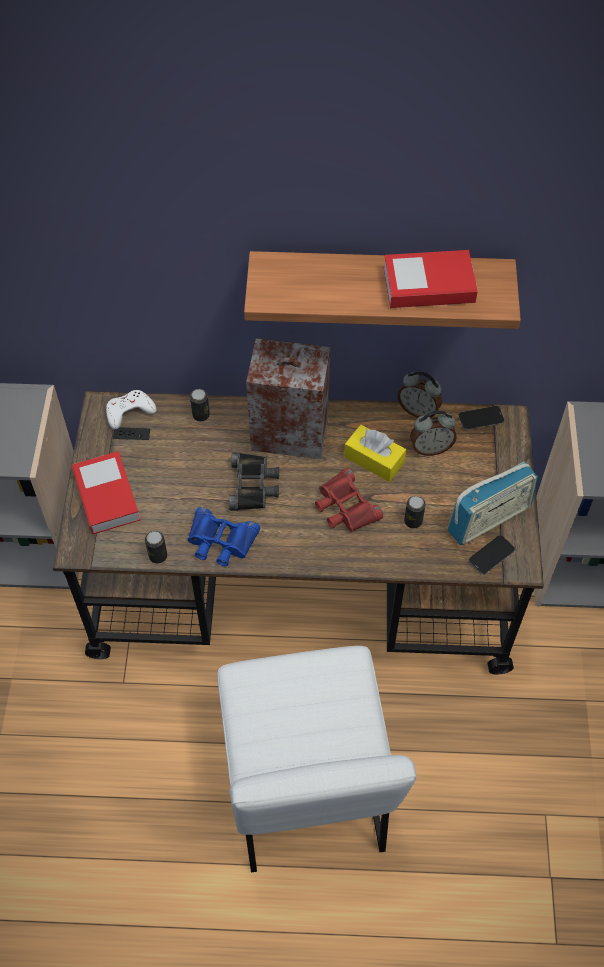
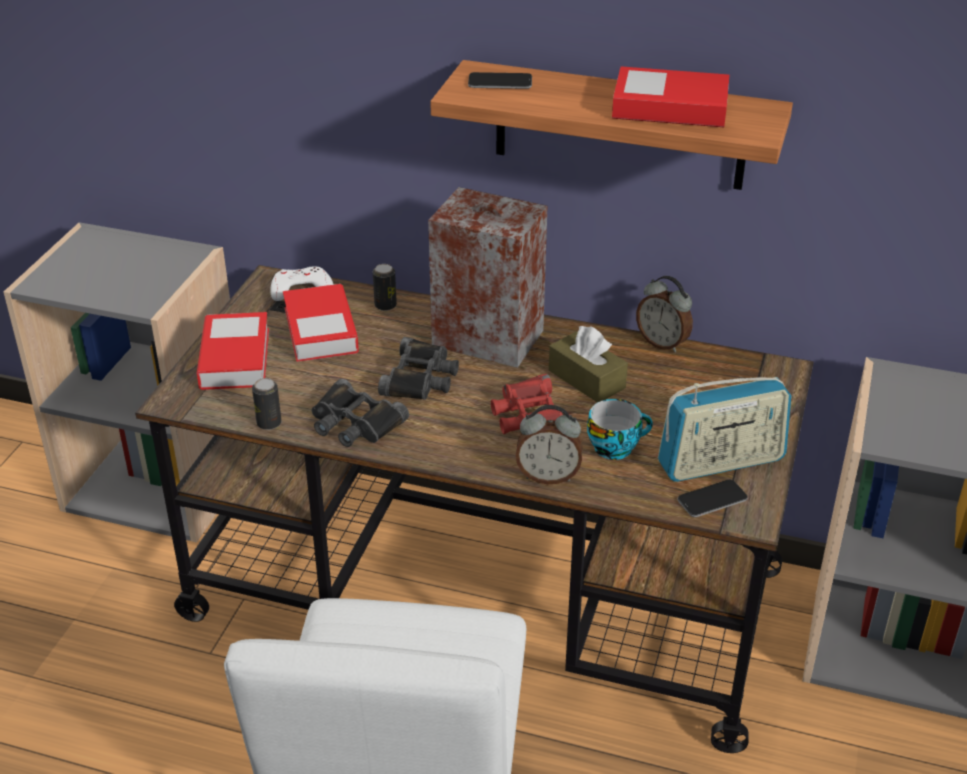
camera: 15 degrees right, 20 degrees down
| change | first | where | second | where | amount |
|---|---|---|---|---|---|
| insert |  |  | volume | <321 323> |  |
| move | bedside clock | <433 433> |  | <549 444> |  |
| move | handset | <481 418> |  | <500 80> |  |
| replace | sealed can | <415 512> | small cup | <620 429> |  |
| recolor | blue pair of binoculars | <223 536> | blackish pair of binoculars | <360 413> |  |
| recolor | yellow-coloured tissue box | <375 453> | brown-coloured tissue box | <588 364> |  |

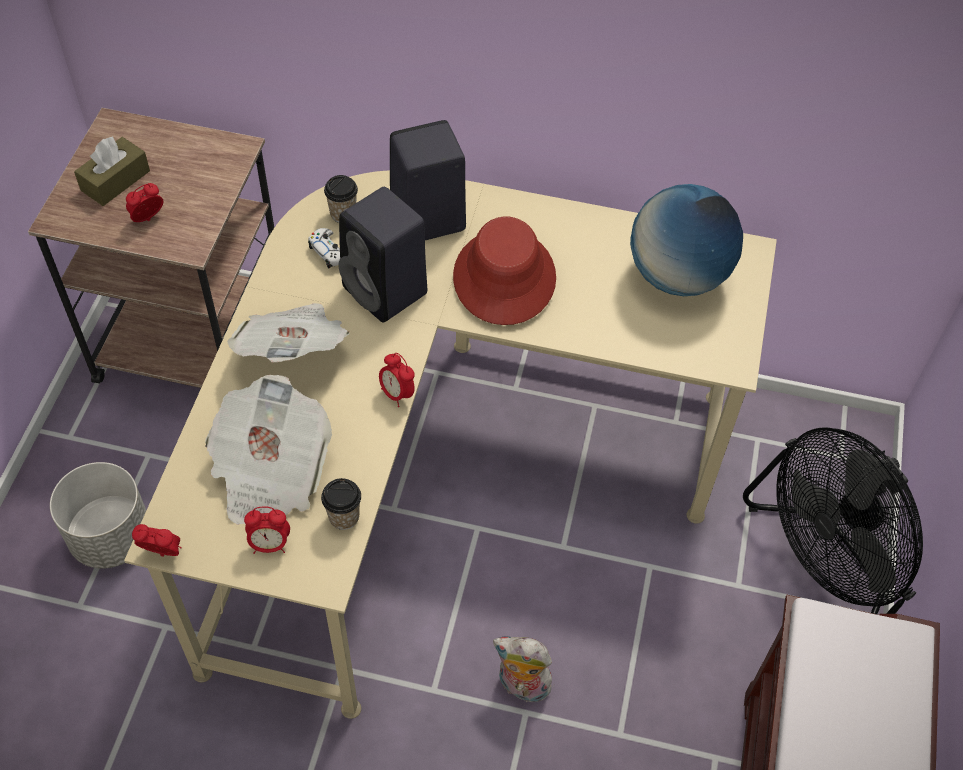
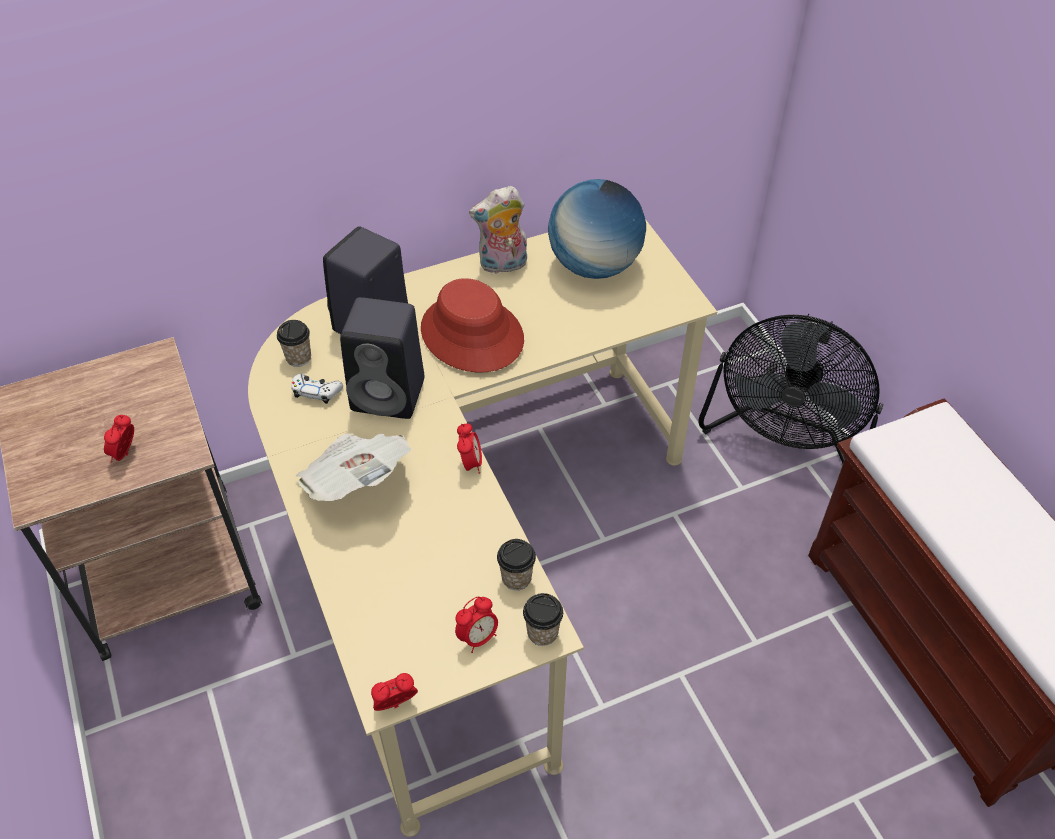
camera: 35 degrees left, 5 degrees down
| change | first | where | second | where | amount |
|---|---|---|---|---|---|
| delete | grey flower pot | <98 515> |  |  |  |
| delete | brown-coloured tissue box | <112 171> |  |  |  |
| delete | daily paper | <268 450> |  |  |  |
| insert |  |  | small cup | <543 619> |  |
| move | plush toy | <523 671> |  | <498 230> |  |
| rotate | bedside clock | <397 380> |  | <469 449> | 105 degrees counterclockwise |

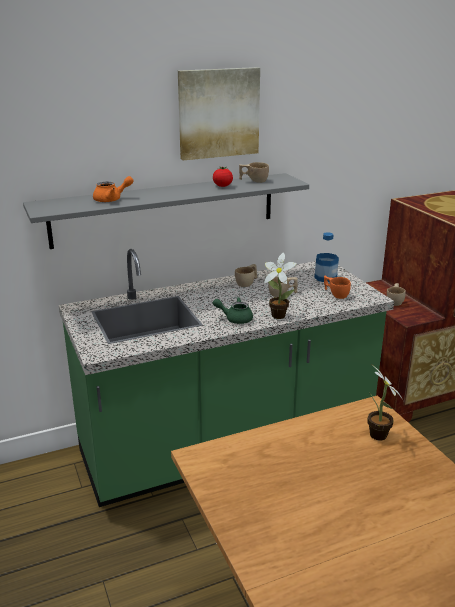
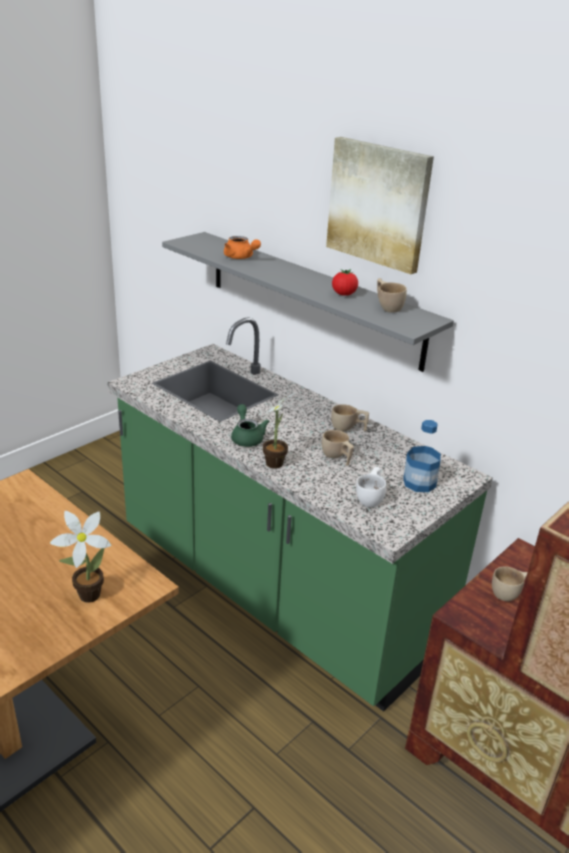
camera: 65 degrees right, 5 degrees up
| change | first | where | second | where | amount |
|---|---|---|---|---|---|
| recolor | orangey small cup | <337 287> | whitish small cup | <371 487> |  |

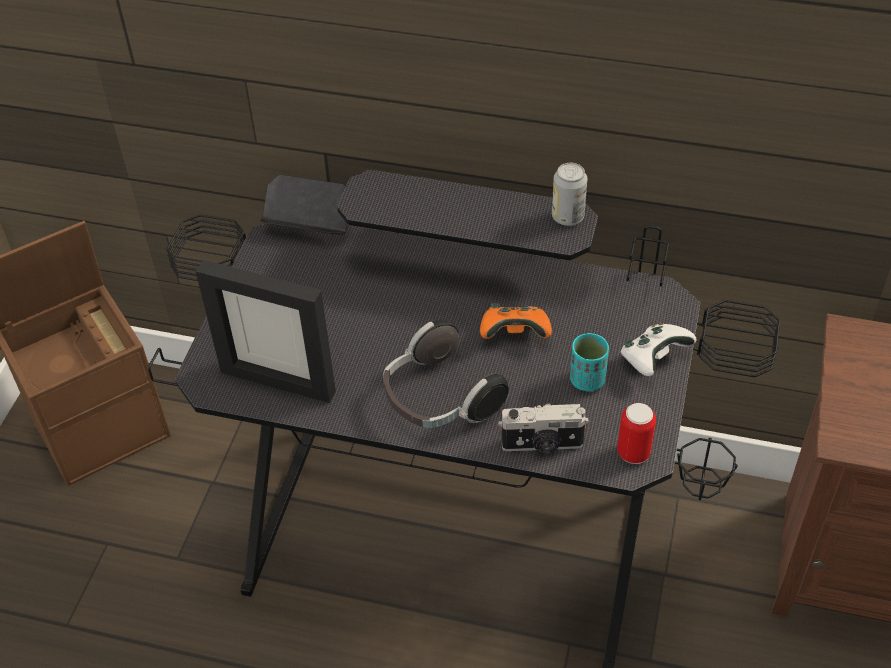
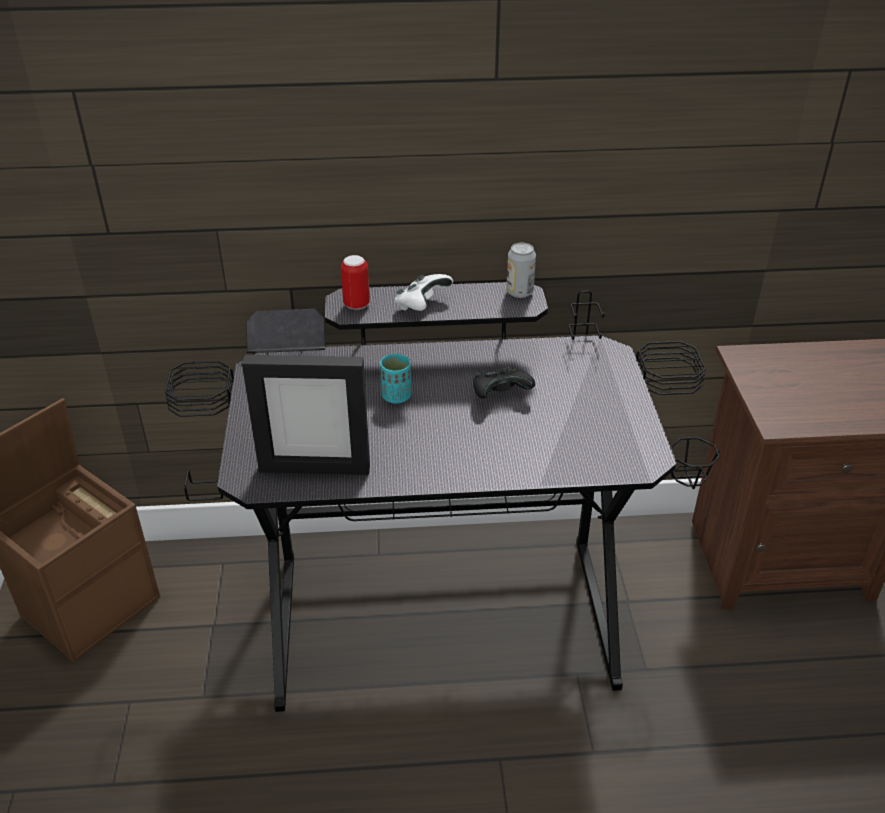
camera: 20 degrees left, 10 degrees down
| change | first | where | second | where | amount |
|---|---|---|---|---|---|
| delete | headphones | <446 374> |  |  |  |
| delete | photo camera | <543 428> |  |  |  |
| move | turquoise-coloured small cup | <589 362> |  | <395 379> |  |
| move | sealed can | <636 433> |  | <355 282> |  |
| move | whitish joypad | <658 349> |  | <423 292> |  |
| recolor | orangey joypad | <516 321> | blackish joypad | <504 383> |  |

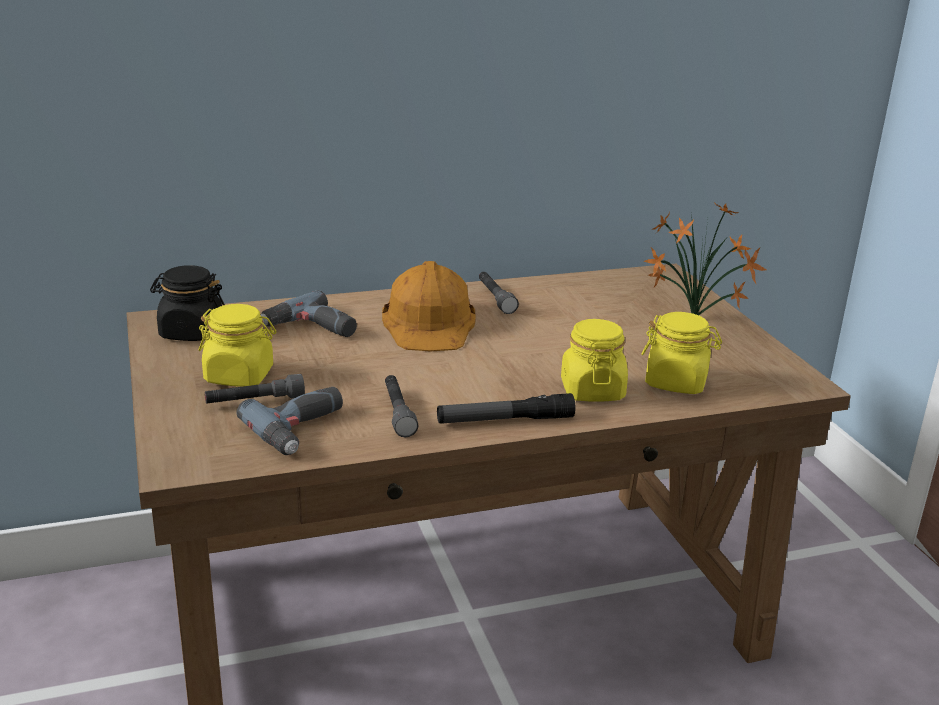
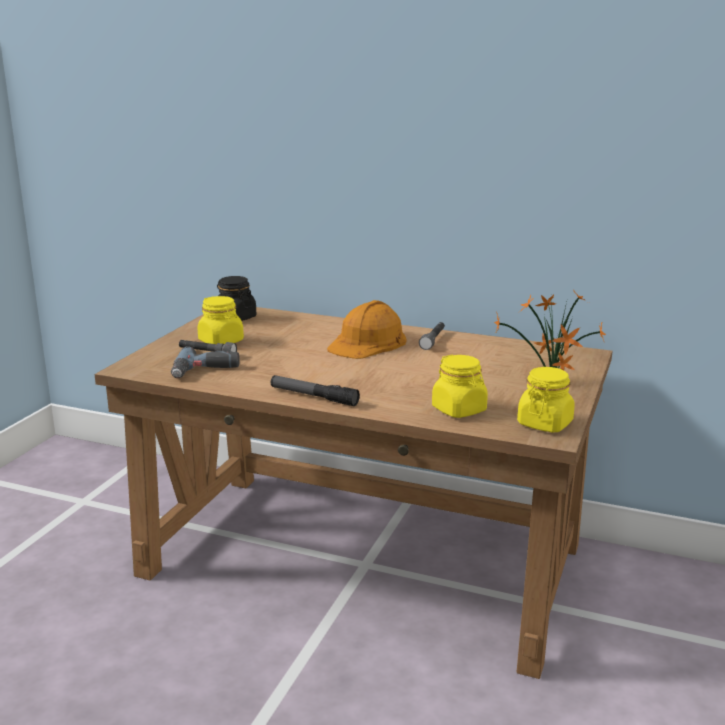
camera: 40 degrees right, 5 degrees down
| change | first | where | second | where | amount |
|---|---|---|---|---|---|
| delete | power drill | <309 313> |  |  |  |
| delete | grey flashlight | <401 406> |  |  |  |
| move | yellow-coloured storage jar | <594 360> |  | <546 400> |  |

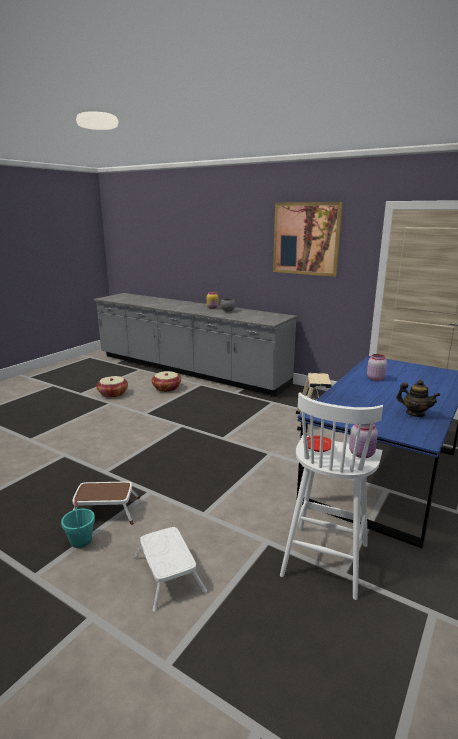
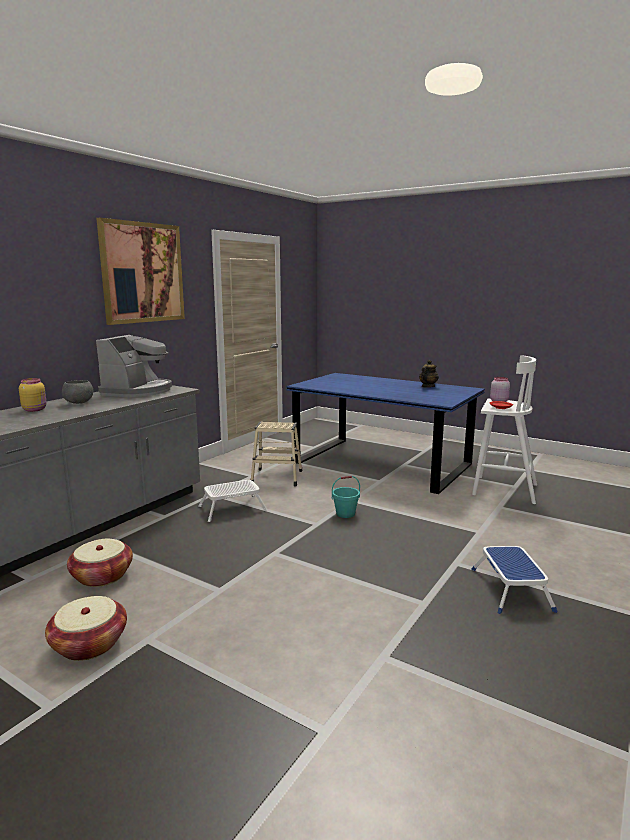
camera: 90 degrees left, 5 degrees down
| change | first | where | second | where | amount |
|---|---|---|---|---|---|
| delete | pink storage jar | <377 367> |  |  |  |
| insert |  |  | coffee machine | <134 366> |  |
| move | turquoise-coloured bucket | <78 523> |  | <346 497> |  |
| move | whitish step ladder | <170 569> |  | <233 501> |  |
| recolor | brown-coloured step ladder | <106 503> | blue step ladder | <514 580> |  |

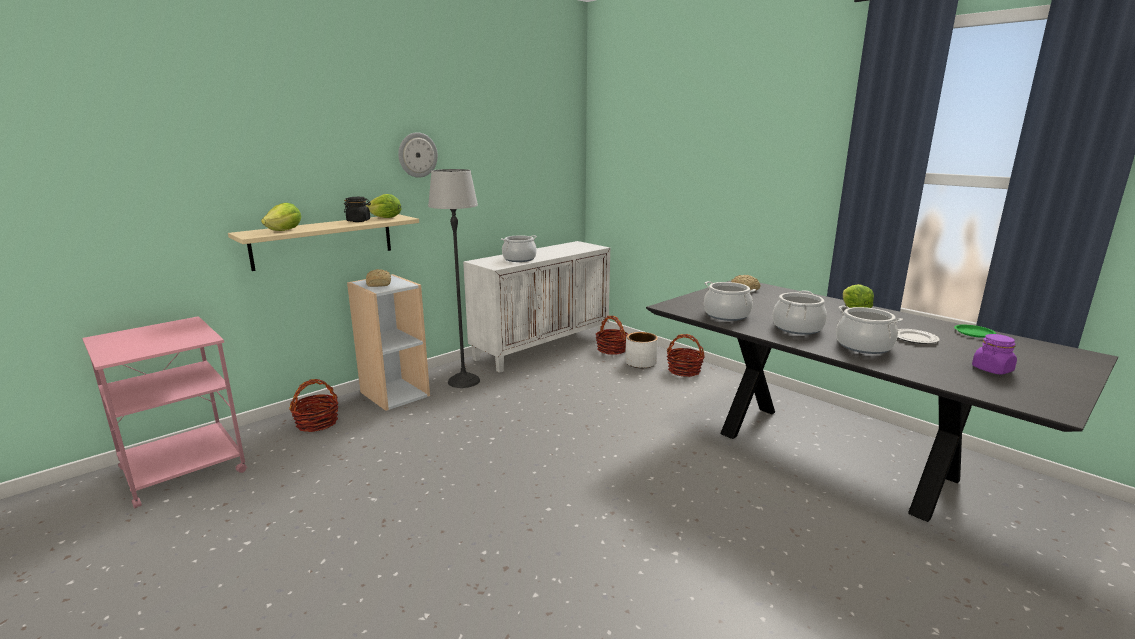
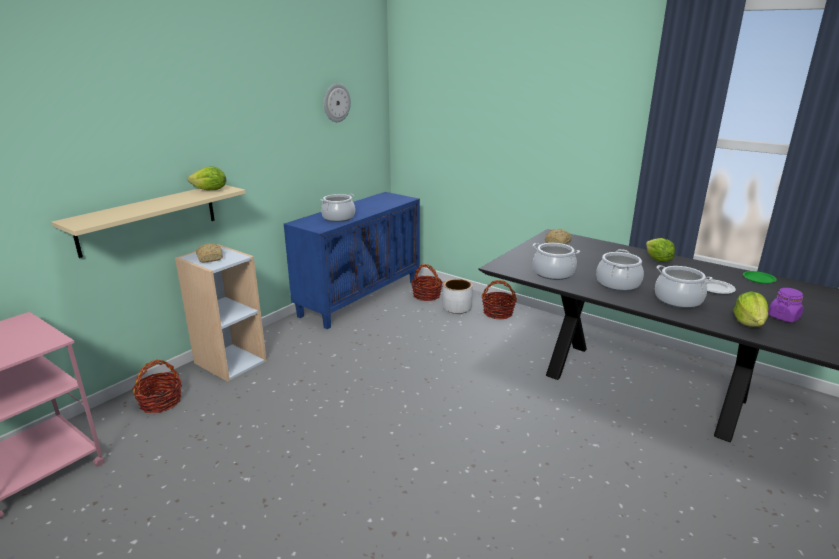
camera: 10 degrees left, 5 degrees up
| change | first | where | second | where | amount |
|---|---|---|---|---|---|
| delete | blackish storage jar | <357 209> |  |  |  |
| delete | standard lamp | <454 278> |  |  |  |
| move | lettuce | <281 217> |  | <750 309> |  |
| move | clock on the wall | <418 155> |  | <337 102> |  |
| recolor | whitish cabinet | <536 307> | blue cabinet | <352 260> |  |

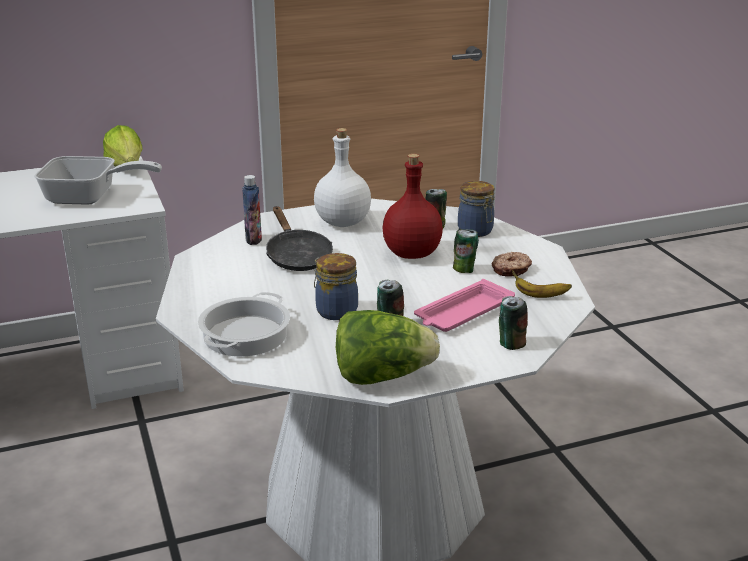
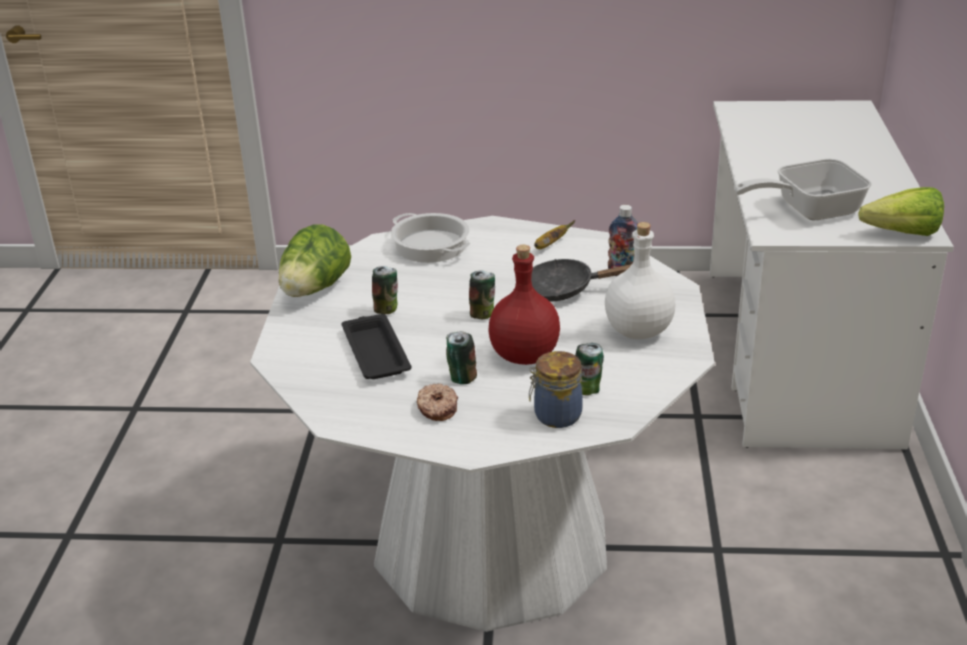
camera: 115 degrees right, 5 degrees up
| change | first | where | second | where | amount |
|---|---|---|---|---|---|
| delete | storage jar | <336 286> |  |  |  |
| move | sealed can | <513 323> |  | <482 294> |  |
| move | banana | <542 284> |  | <554 234> |  |
| recolor | pink tray | <464 305> | blackish tray | <376 346> |  |
| rotate | skillet | <98 180> |  | <802 189> | 45 degrees clockwise |

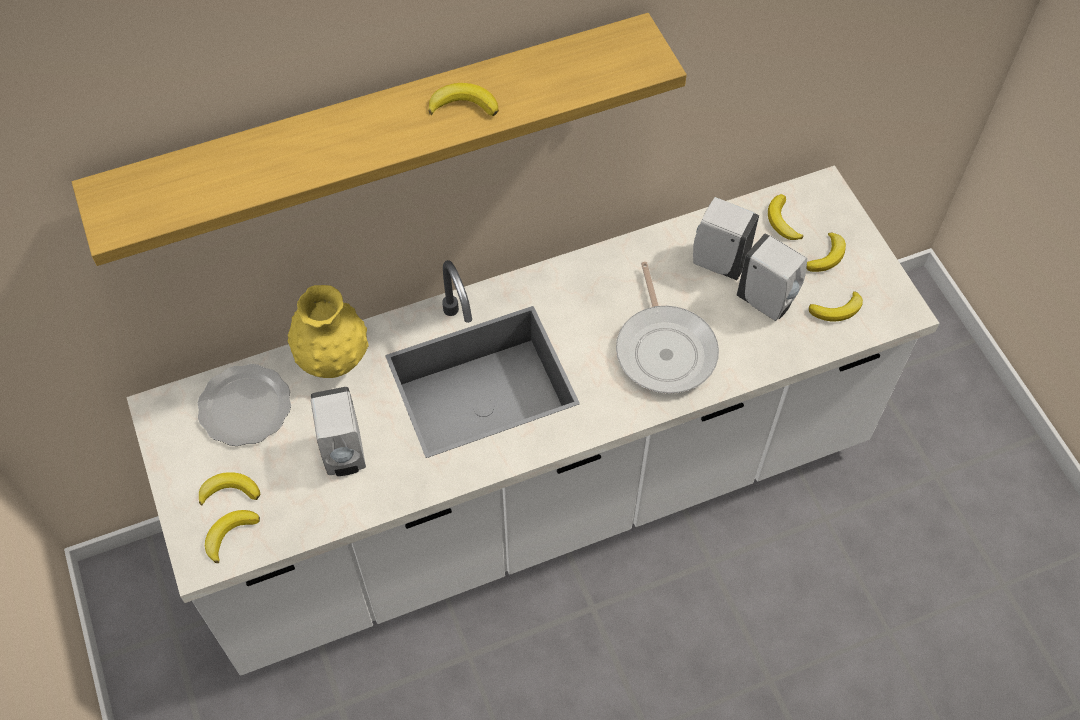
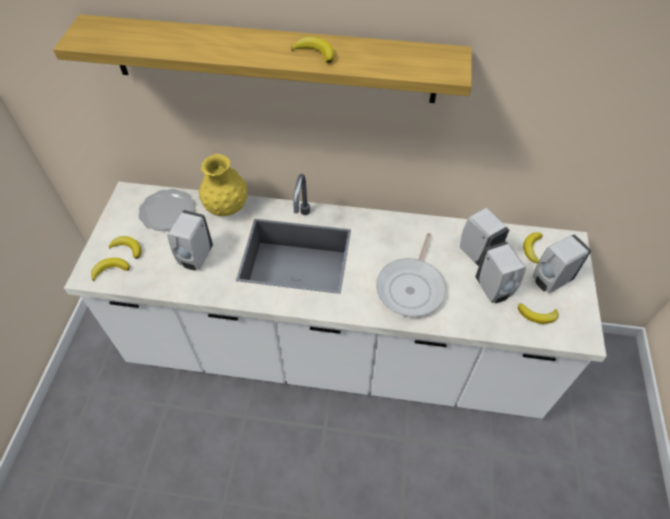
camera: 30 degrees right, 5 degrees down
| change | first | where | second | where | amount |
|---|---|---|---|---|---|
| replace | banana | <826 252> | whitish liquid soap bottle | <562 264> |  |

